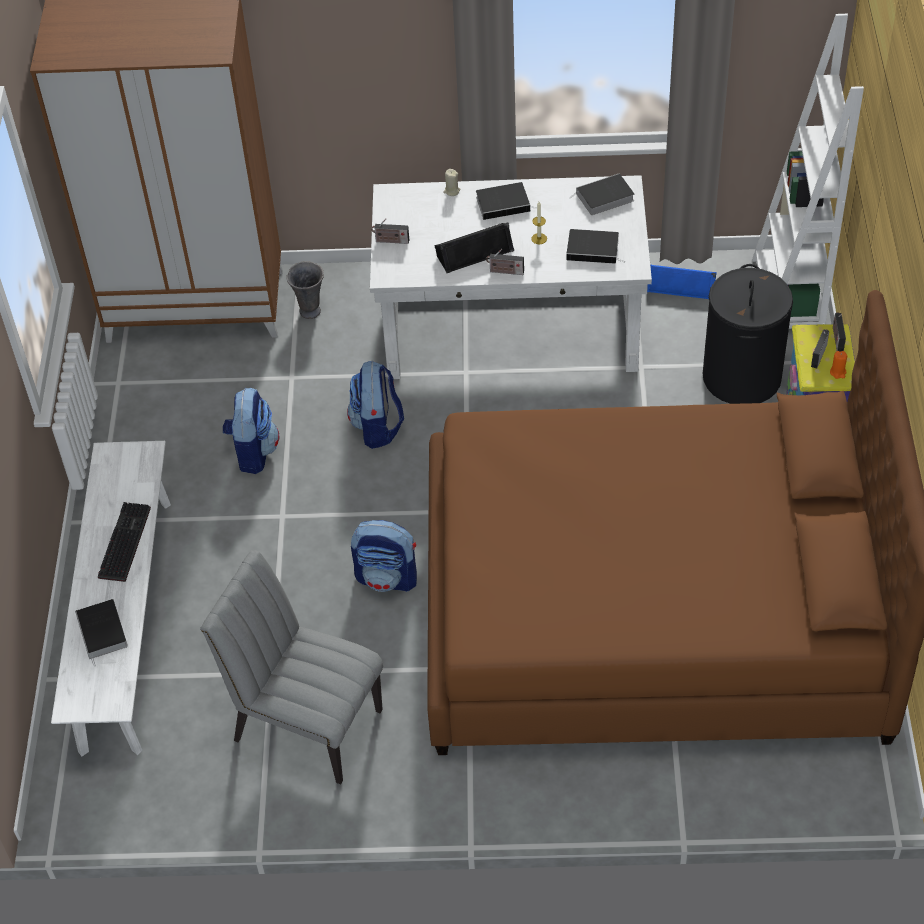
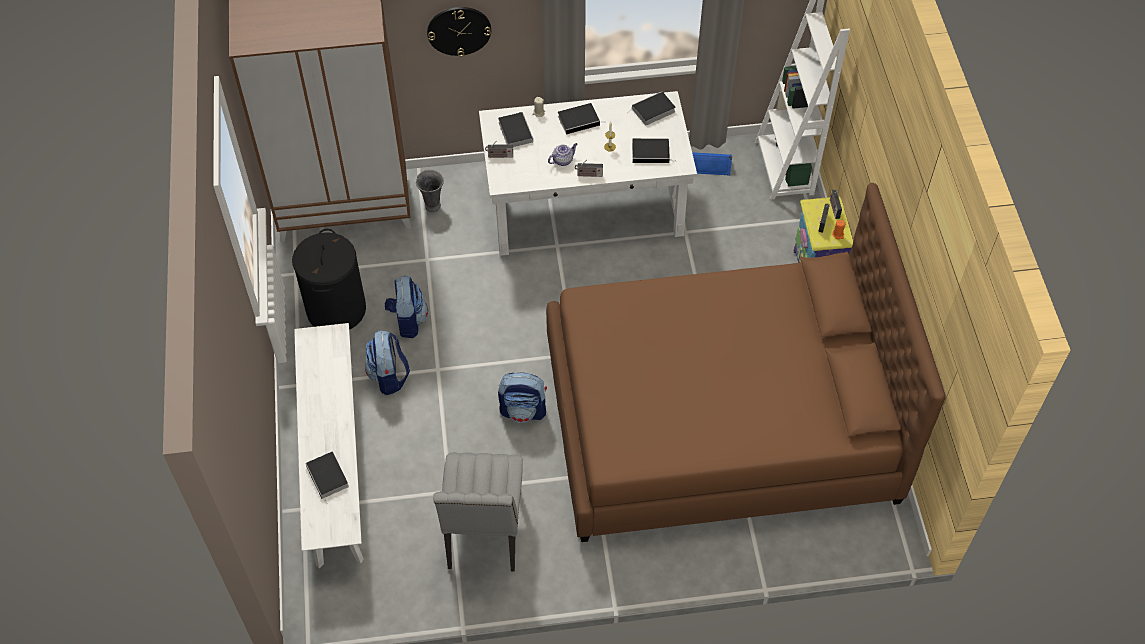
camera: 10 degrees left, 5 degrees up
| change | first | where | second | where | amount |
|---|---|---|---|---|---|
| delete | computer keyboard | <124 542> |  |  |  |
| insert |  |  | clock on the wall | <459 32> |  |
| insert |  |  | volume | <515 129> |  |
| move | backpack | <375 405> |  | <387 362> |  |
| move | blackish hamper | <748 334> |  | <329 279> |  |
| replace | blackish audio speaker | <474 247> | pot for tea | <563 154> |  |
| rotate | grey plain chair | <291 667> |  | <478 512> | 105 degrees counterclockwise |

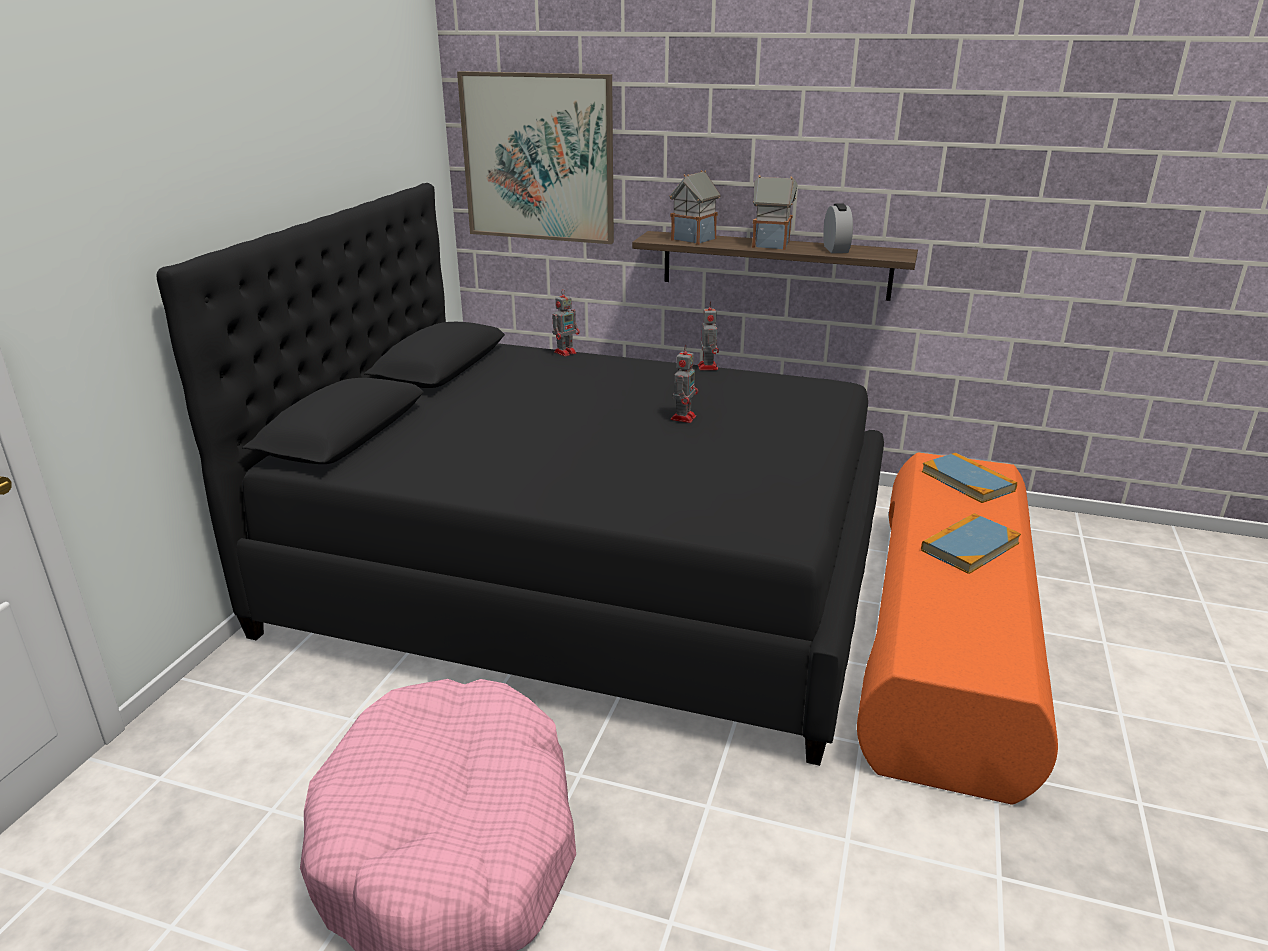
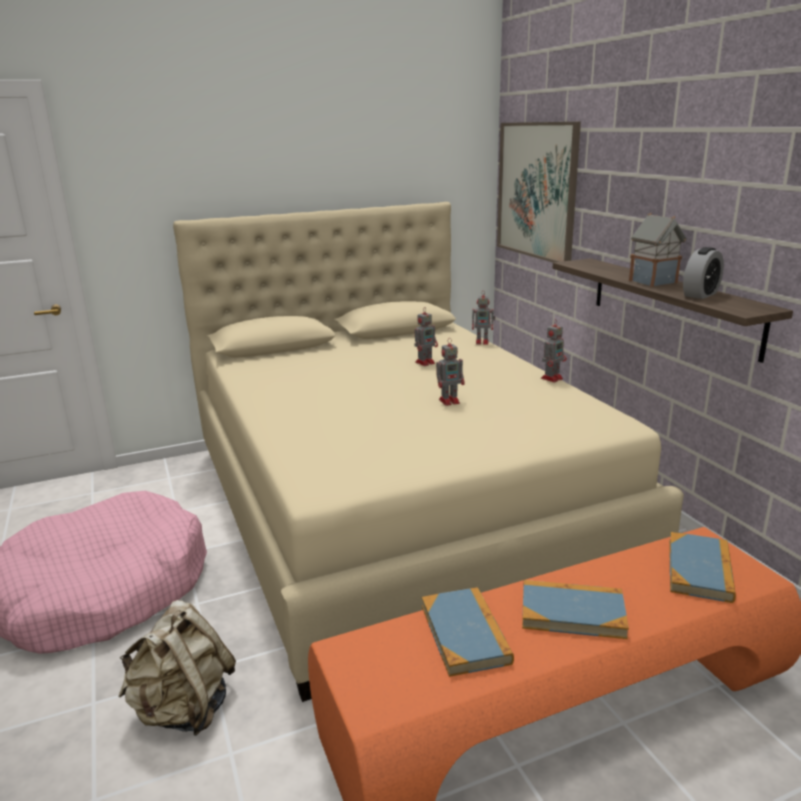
camera: 50 degrees right, 5 degrees down
| change | first | where | second | where | amount |
|---|---|---|---|---|---|
| delete | toy house | <695 207> |  |  |  |
| insert |  |  | beige-coloured backpack | <177 668> |  |
| insert |  |  | toy robot | <426 337> |  |
| insert |  |  | volume | <468 632> |  |
| recolor | blackish bed | <520 474> | beige-coloured bed | <428 452> |  |

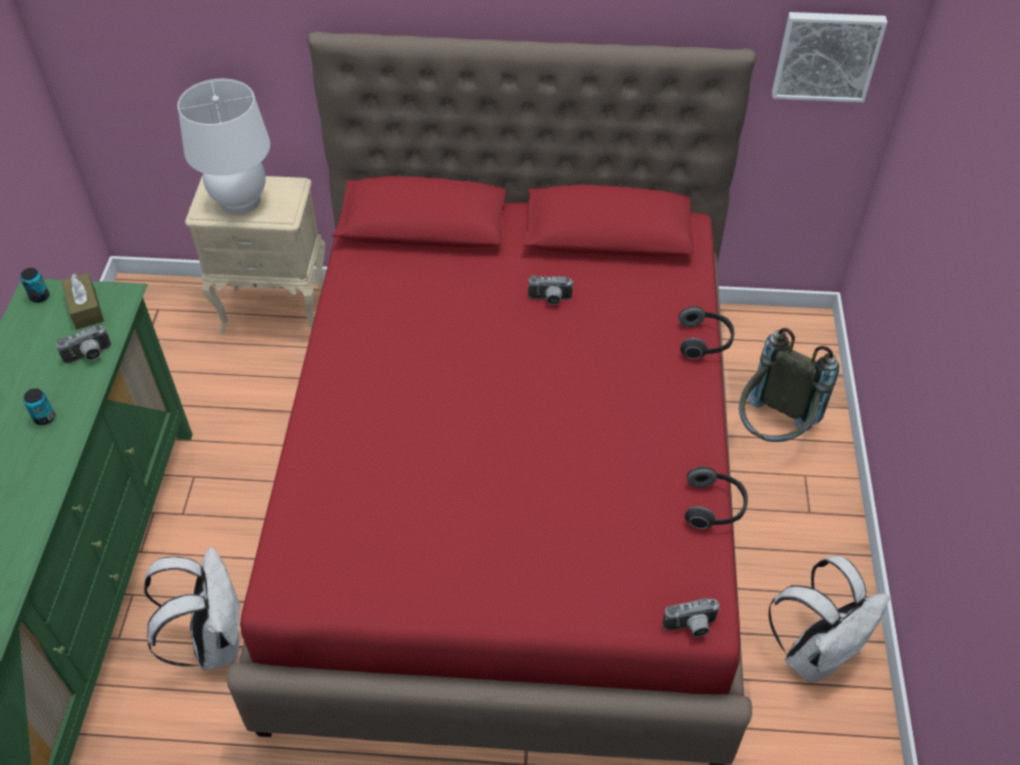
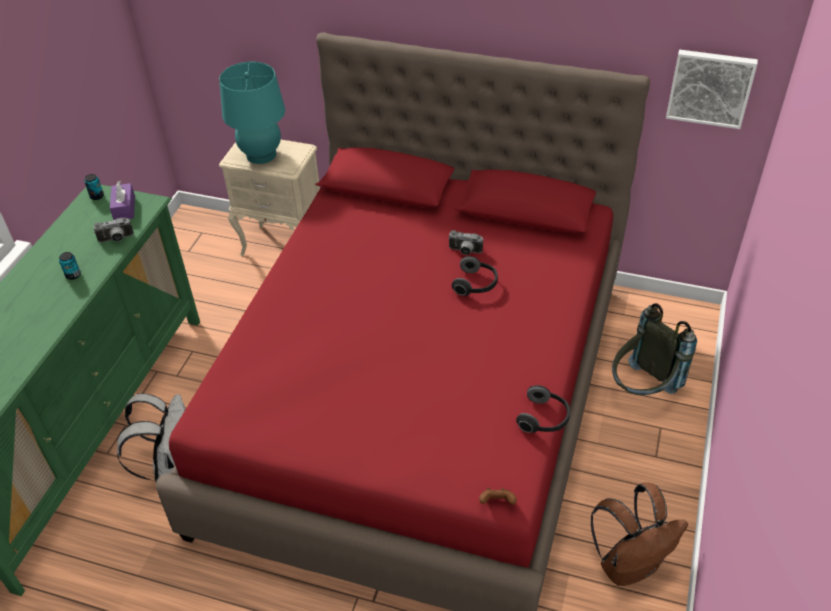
camera: 15 degrees right, 5 degrees down
| change | first | where | second | where | amount |
|---|---|---|---|---|---|
| move | headphones | <706 332> |  | <475 276> |  |
| replace | photo camera | <691 617> | brown-coloured joypad | <498 496> |  |
| recolor | brown-coloured tissue box | <82 301> | purplish tissue box | <122 200> |  |
| recolor | whitish tabletop lamp | <224 147> | turquoise-coloured tabletop lamp | <252 113> |  |
| recolor | whitish backpack | <829 619> | brown-coloured backpack | <639 534> |  |

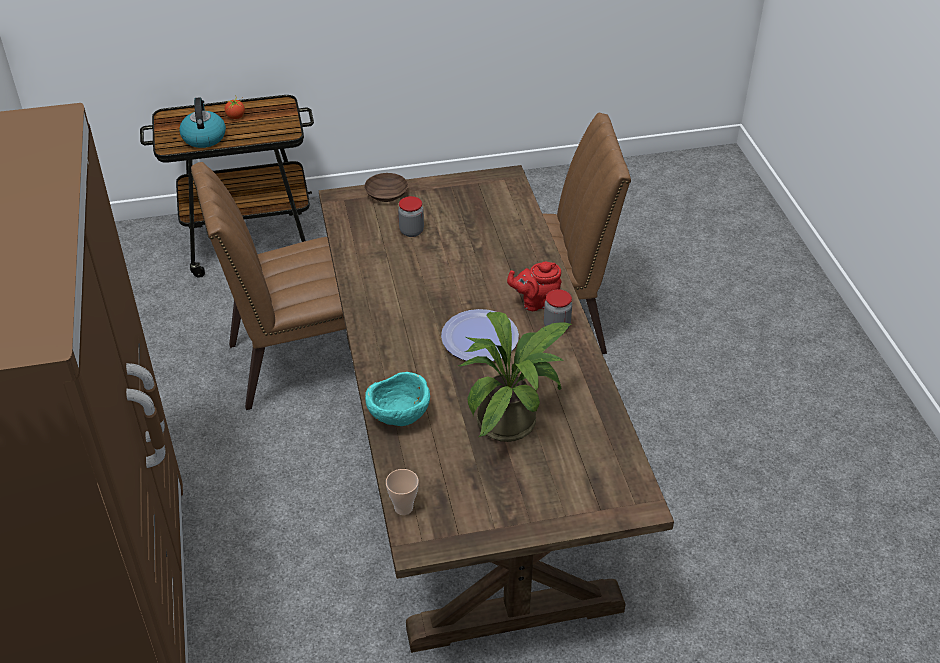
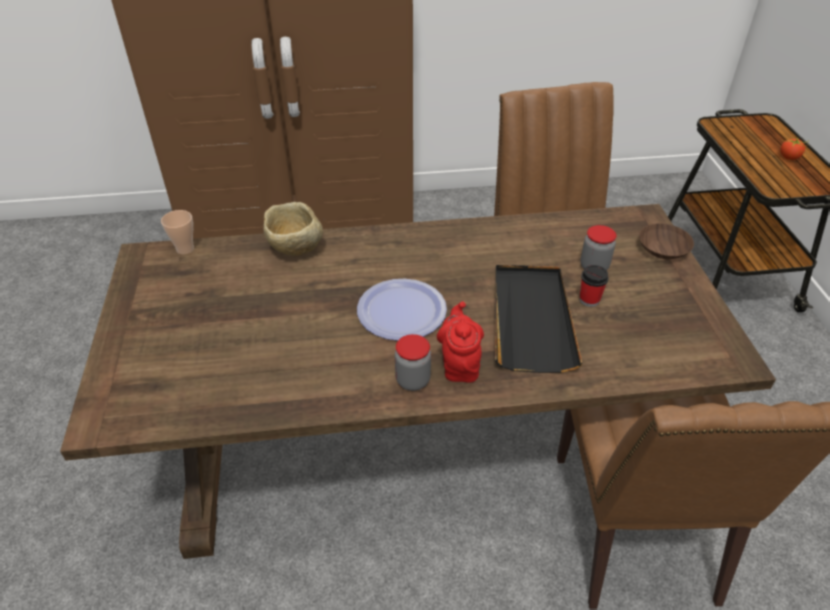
camera: 95 degrees right, 0 degrees up
| change | first | where | second | where | amount |
|---|---|---|---|---|---|
| delete | water kettle | <202 122> |  |  |  |
| delete | potted plant | <515 377> |  |  |  |
| insert |  |  | blackish tray | <539 319> |  |
| insert |  |  | small cup | <594 286> |  |
| recolor | turquoise-coloured deep dish | <397 399> | beige-coloured deep dish | <293 229> |  |

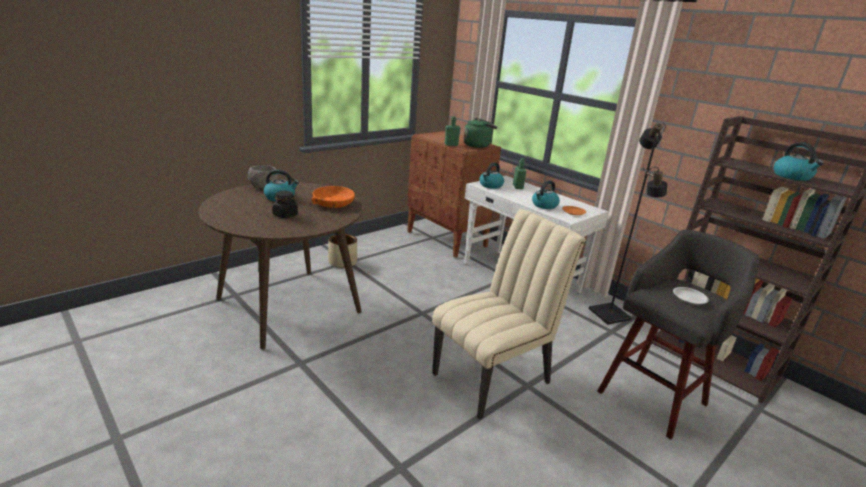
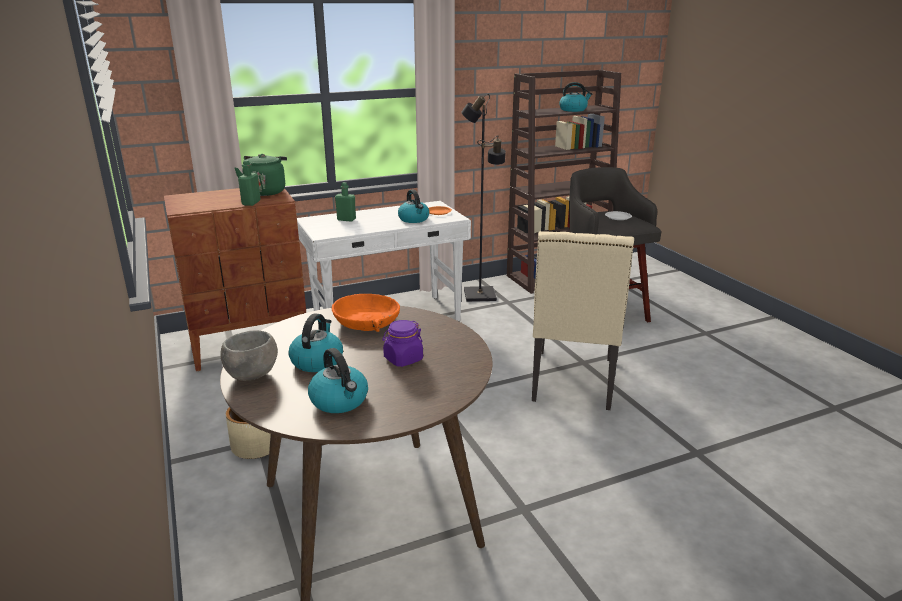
camera: 70 degrees left, 0 degrees up
| change | first | where | second | where | amount |
|---|---|---|---|---|---|
| move | water kettle | <491 175> |  | <338 380> |  |
| recolor | blackish storage jar | <285 204> | purplish storage jar | <402 343> |  |
| rotate | beige-coloured plain chair | <509 314> |  | <583 320> | 150 degrees counterclockwise |

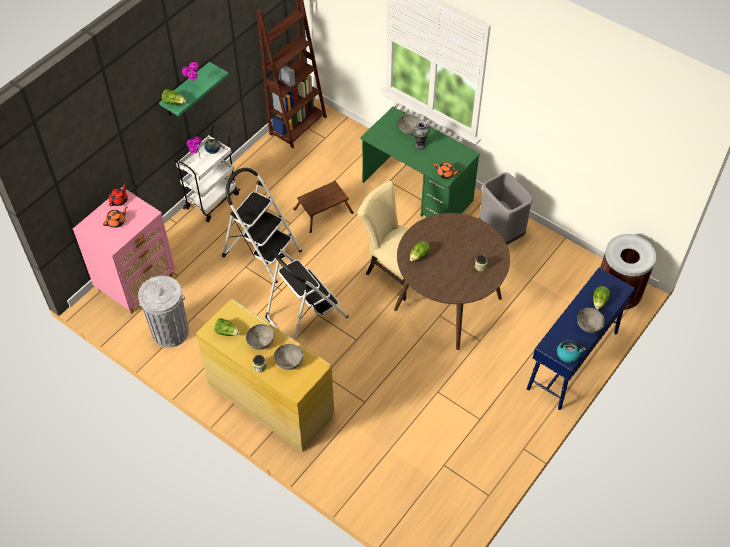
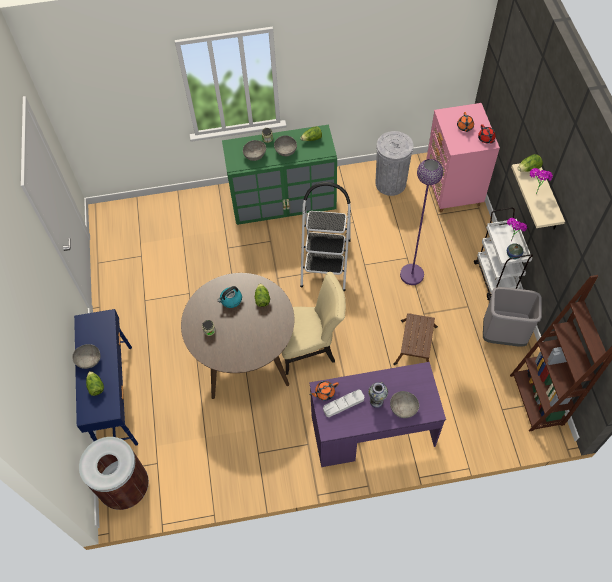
camera: 135 degrees right, 5 degrees up
| change | first | where | second | where | amount |
|---|---|---|---|---|---|
| insert |  |  | grey tray | <343 403> |  |
| move | grey trash can | <506 208> |  | <512 317> |  |
| move | water kettle | <571 351> |  | <230 297> |  |
| replace | step ladder | <262 225> | purplish standard lamp | <421 222> |  |
| recolor | green bracket shelf | <194 89> | beige-coloured bracket shelf | <538 196> |  |
| recolor | yellow-coloured cabinet | <265 375> | green cabinet | <279 175> |  |
| recolor | green desk | <420 162> | purplish desk | <377 414> |  |

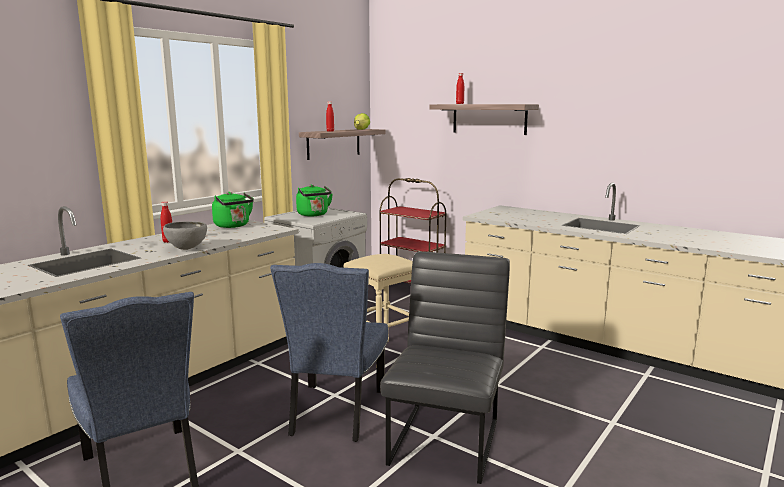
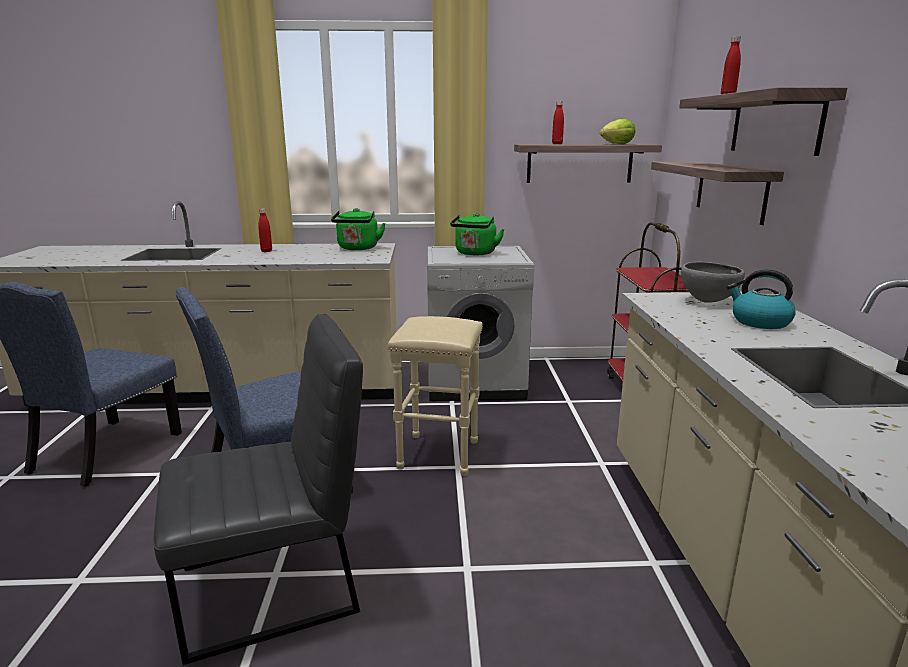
camera: 50 degrees right, 5 degrees up
| change | first | where | second | where | amount |
|---|---|---|---|---|---|
| insert |  |  | bracket shelf | <717 193> |  |
| insert |  |  | water kettle | <761 299> |  |
| move | grey deep dish | <185 235> |  | <713 282> |  |

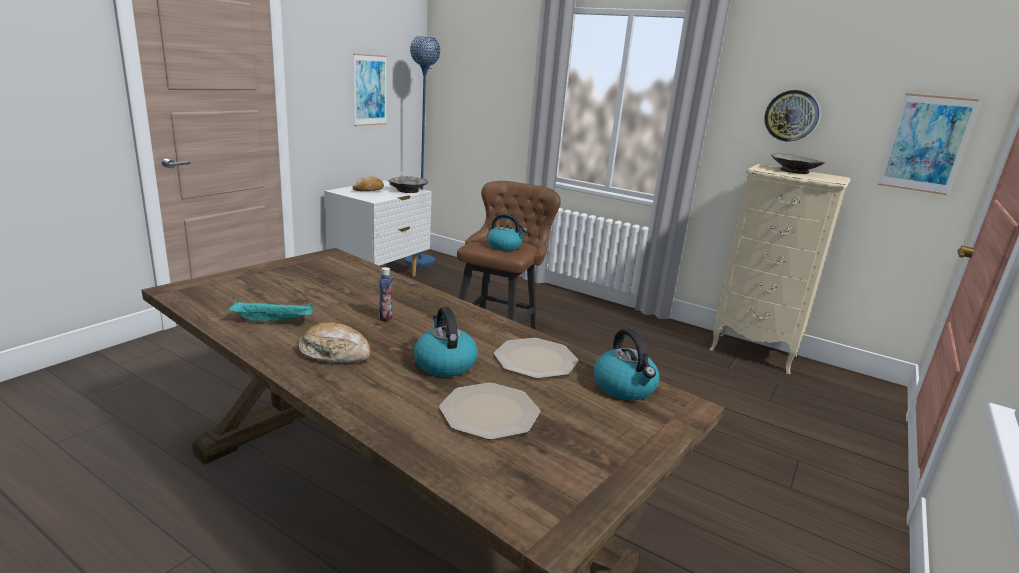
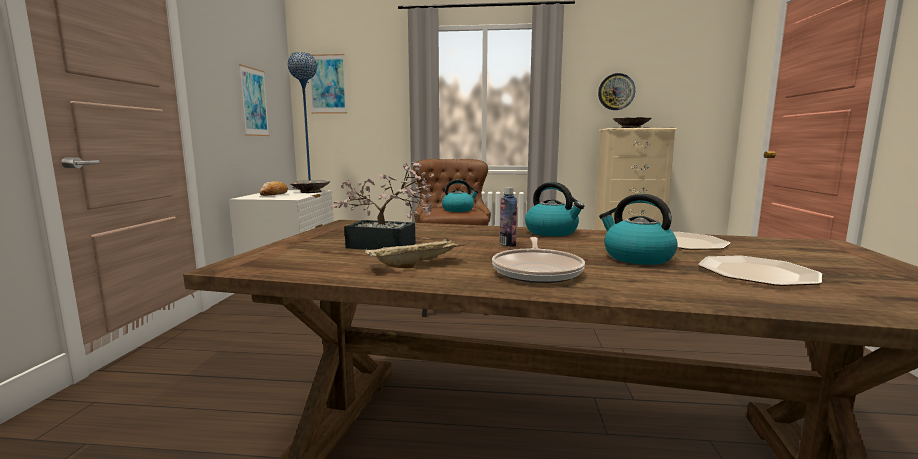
camera: 25 degrees left, 10 degrees down
| change | first | where | second | where | amount |
|---|---|---|---|---|---|
| insert |  |  | potted plant | <382 206> |  |
| move | water kettle | <626 364> |  | <554 209> |  |
| move | picture | <929 144> |  | <328 84> |  |
| replace | bakery bread | <334 343> | skillet | <538 260> |  |
| recolor | turquoise-coloured tray | <270 312> | beige-coloured tray | <414 252> |  |

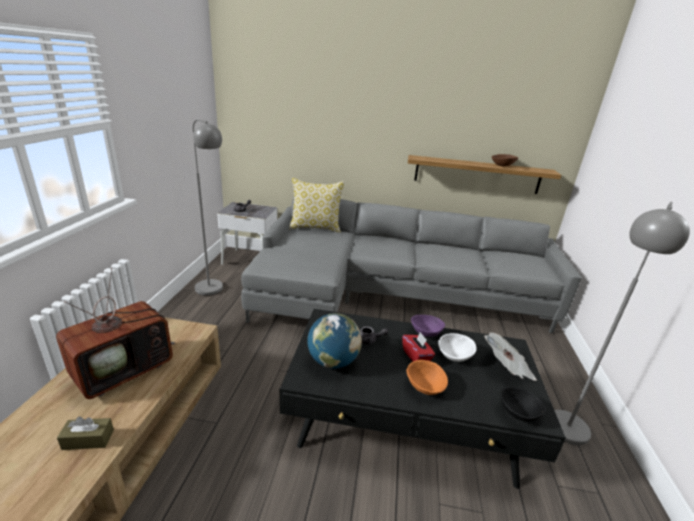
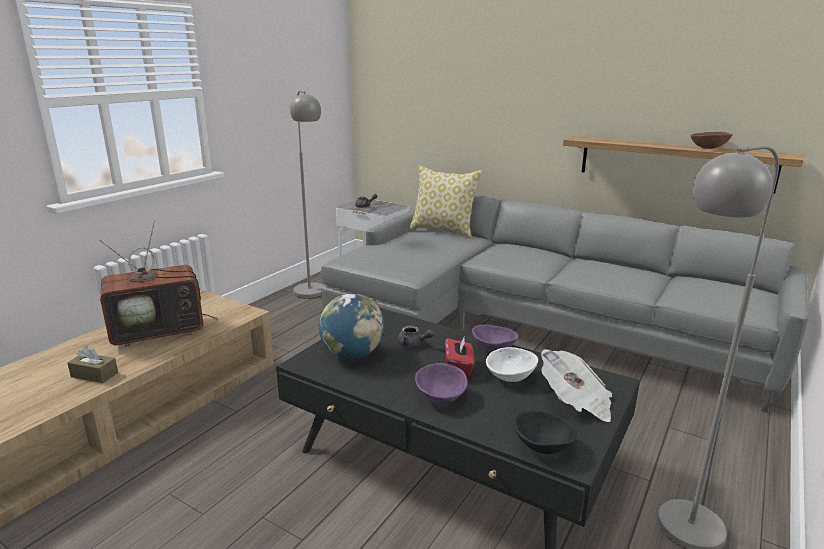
camera: 25 degrees right, 5 degrees down
| change | first | where | second | where | amount |
|---|---|---|---|---|---|
| recolor | orangey deep dish | <427 377> | purplish deep dish | <441 383> |  |

